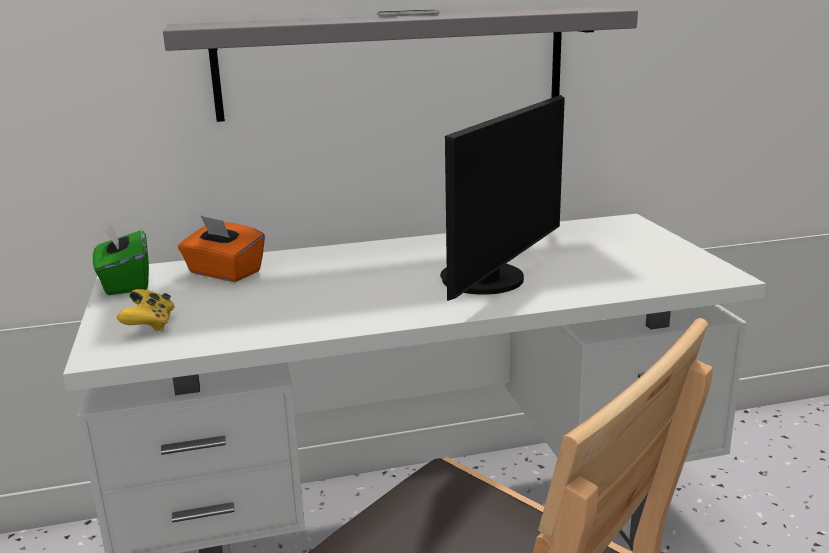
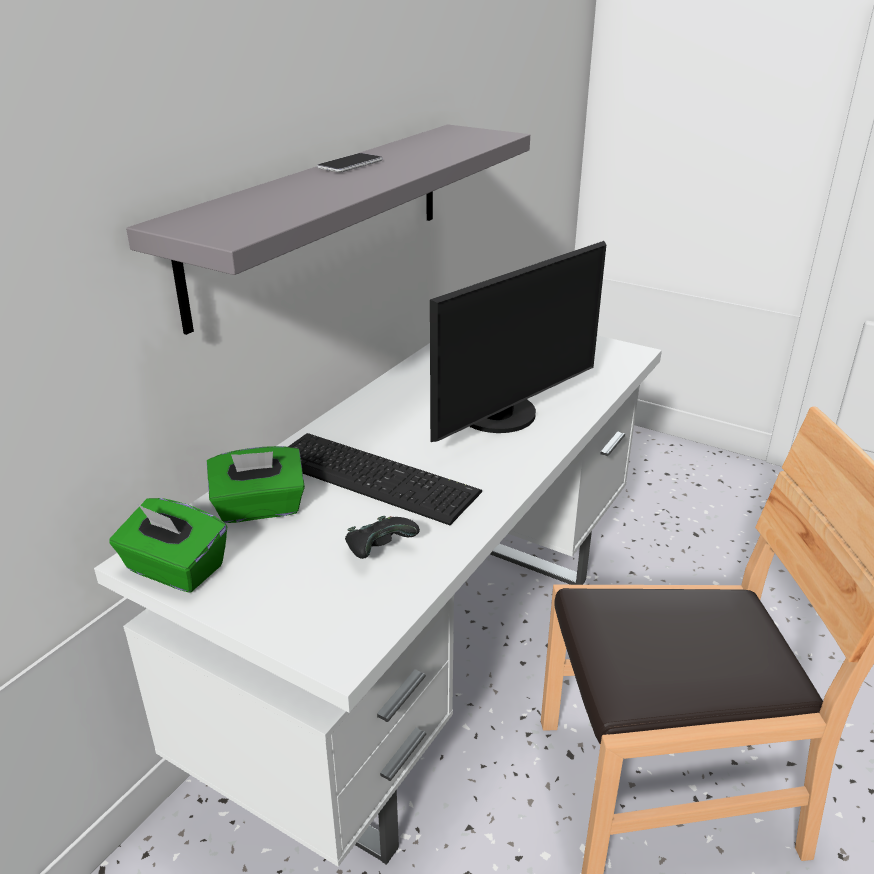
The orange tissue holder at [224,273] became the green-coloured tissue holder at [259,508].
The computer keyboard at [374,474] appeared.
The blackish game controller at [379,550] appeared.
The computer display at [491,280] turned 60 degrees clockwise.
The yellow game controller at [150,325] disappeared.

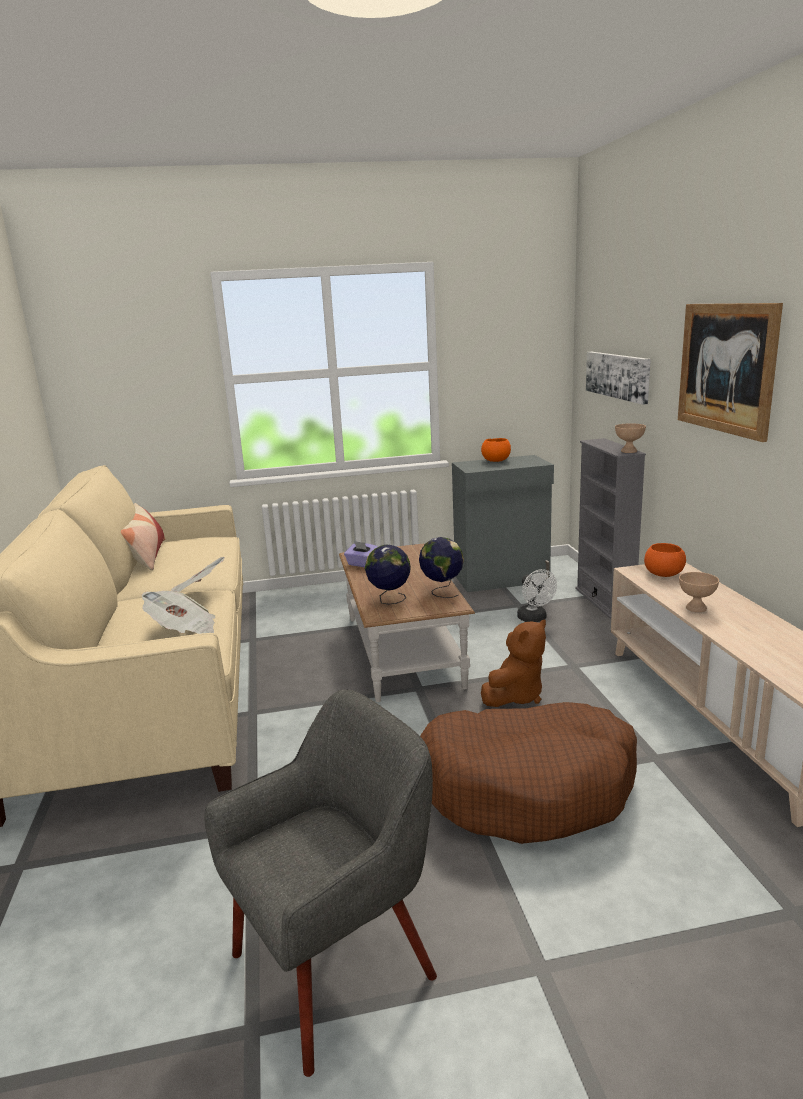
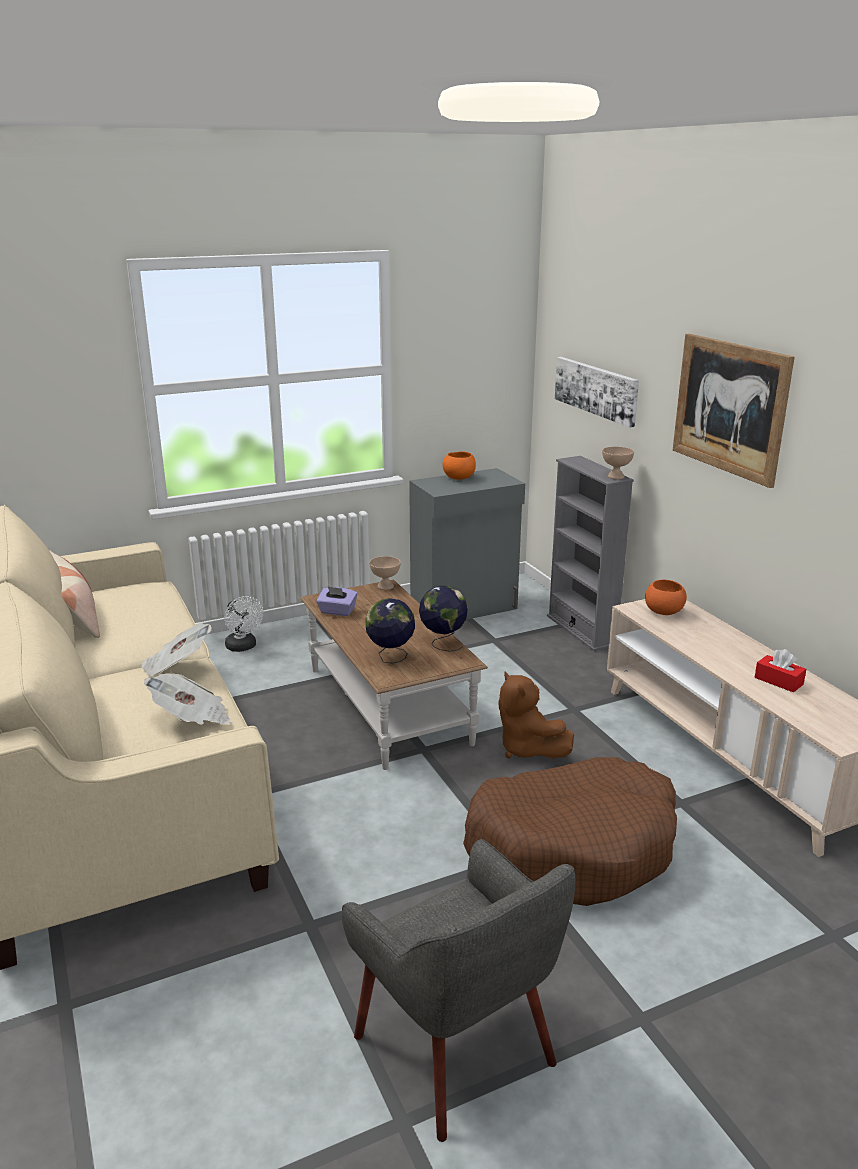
The whitish electric fan moved from [534,619] to [243,647].
The gray armchair at [336,966] turned 105 degrees clockwise.
The beige-coloured deep dish moved from [696,608] to [385,586].
The brown-coloured plush toy at [515,696] turned 120 degrees clockwise.
The red-coloured tissue holder at [778,681] appeared.

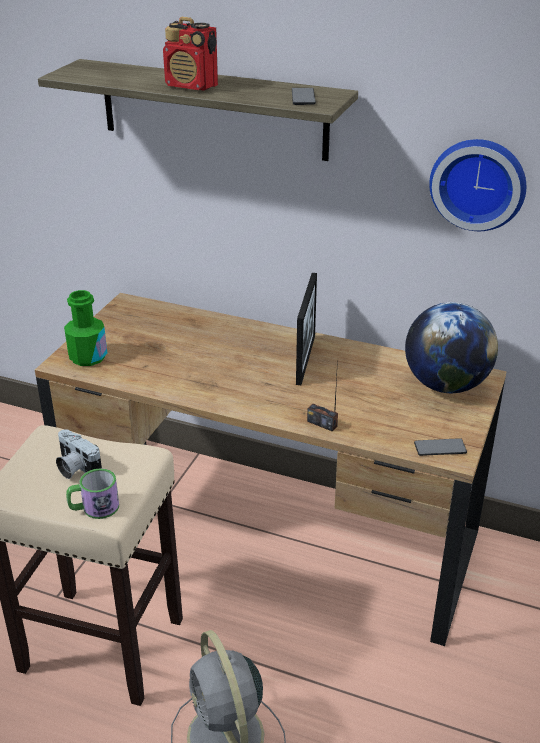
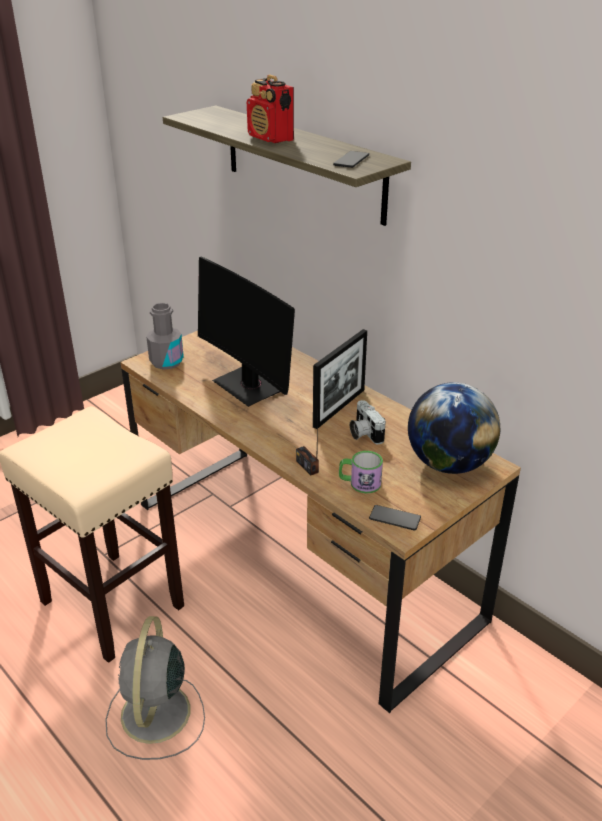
The green-coloured beverage bottle at [88,357] became the gray beverage bottle at [166,362].
The computer display at [249,386] appeared.
The mug moved from [94,508] to [359,483].
The photo camera moved from [75,468] to [364,433].
The wall clock at [478,183] disappeared.

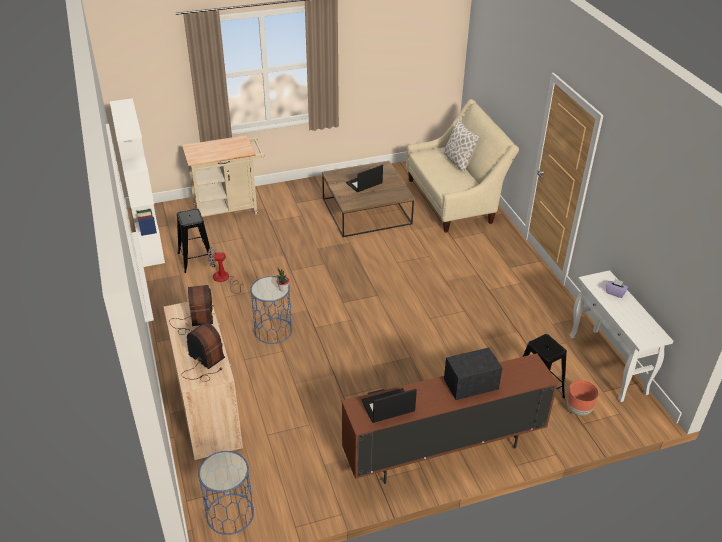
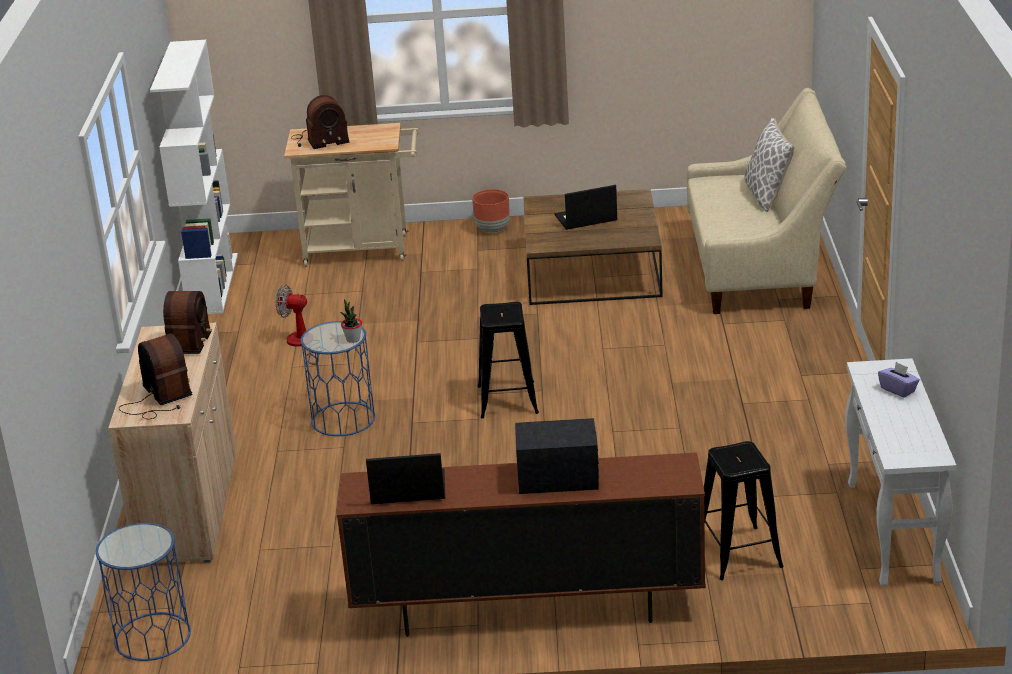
The radio set at [320,140] appeared.
The brown-coloured plant pot moved from [578,409] to [493,230].
The blackish sitting stool moved from [196,259] to [507,399].

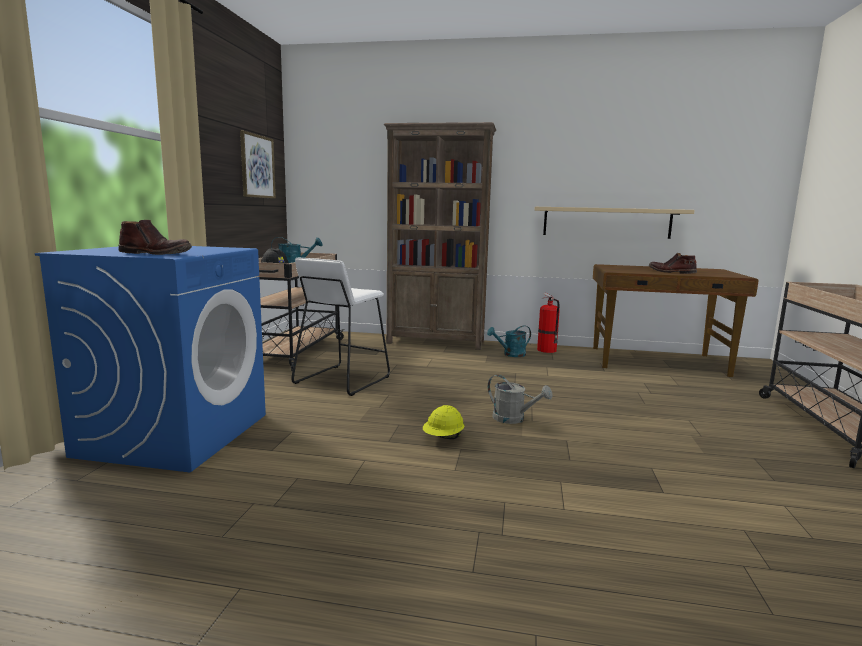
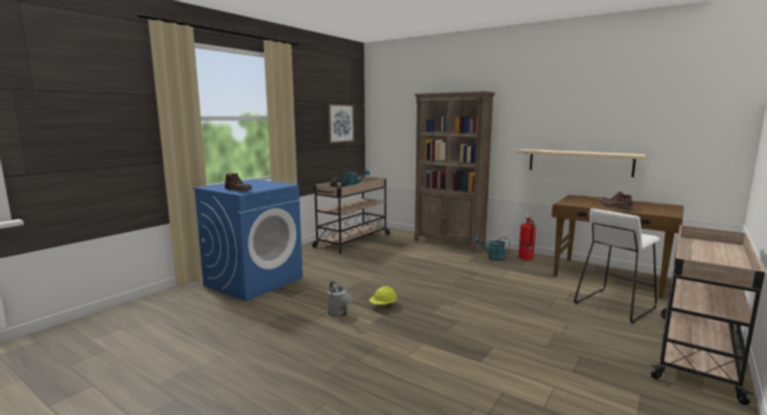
The gray watering can moved from [514,419] to [339,313].
The whitish sitting stool moved from [342,380] to [614,305].

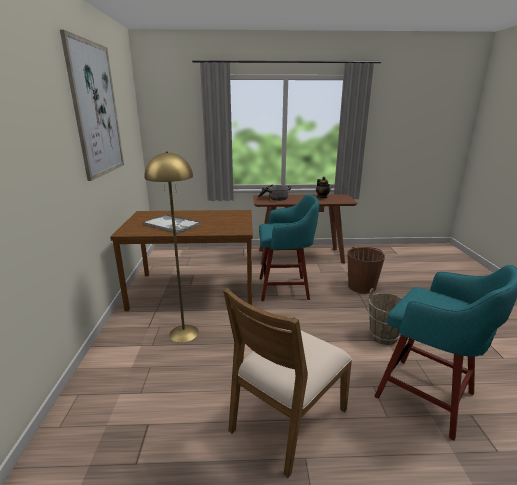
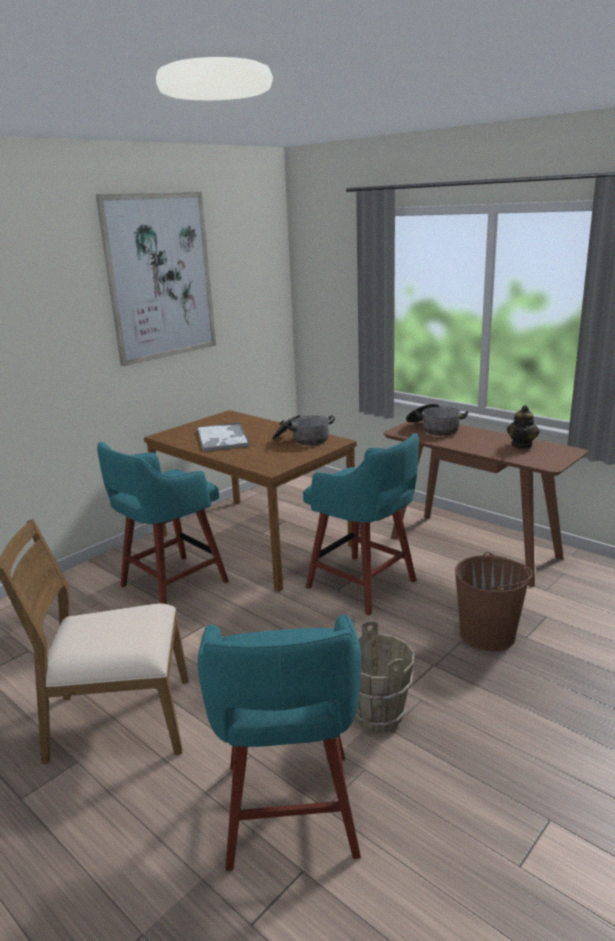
The yellow floor lamp at [183,333] was replaced by the turquoise sitting stool at [171,585].
The stockpot at [302,440] appeared.

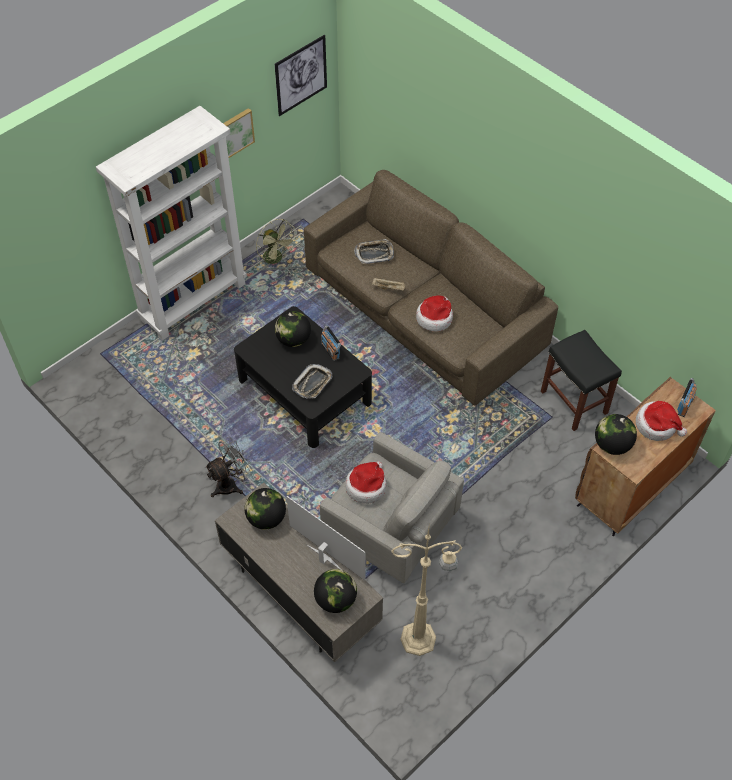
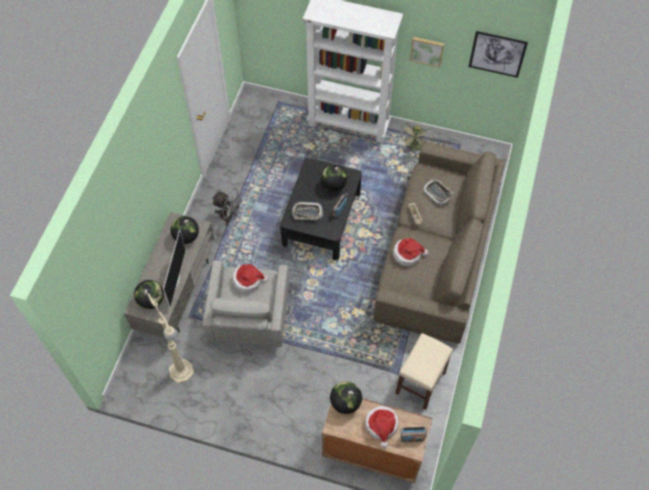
The blackish sitting stool at [575,402] became the beige-coloured sitting stool at [420,383].

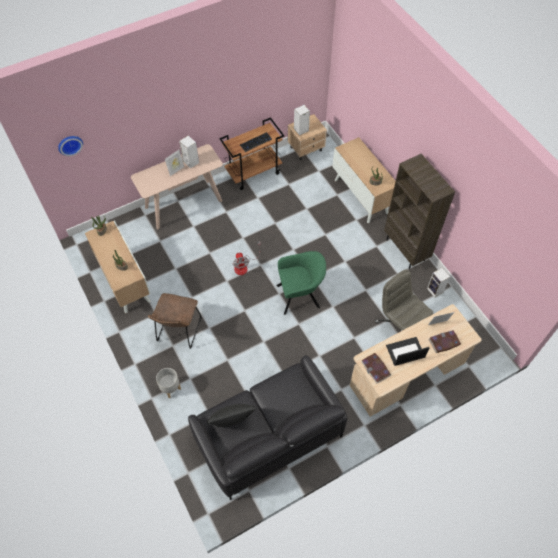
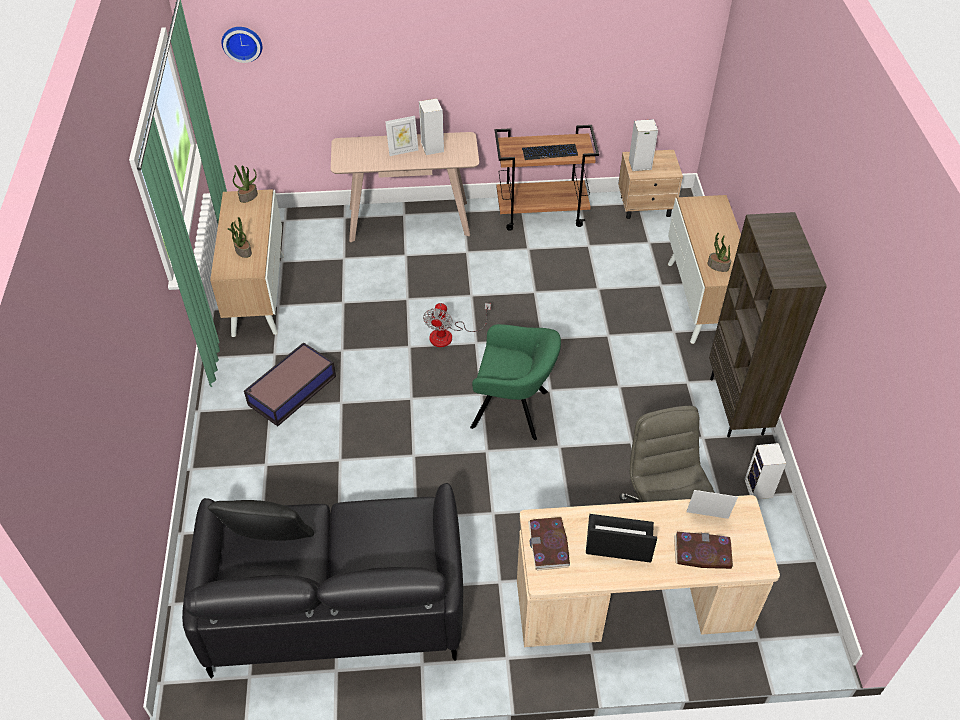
The brown-coloured chair at [178,332] was replaced by the storage box at [291,391].
The gray plant pot at [170,388] disappeared.

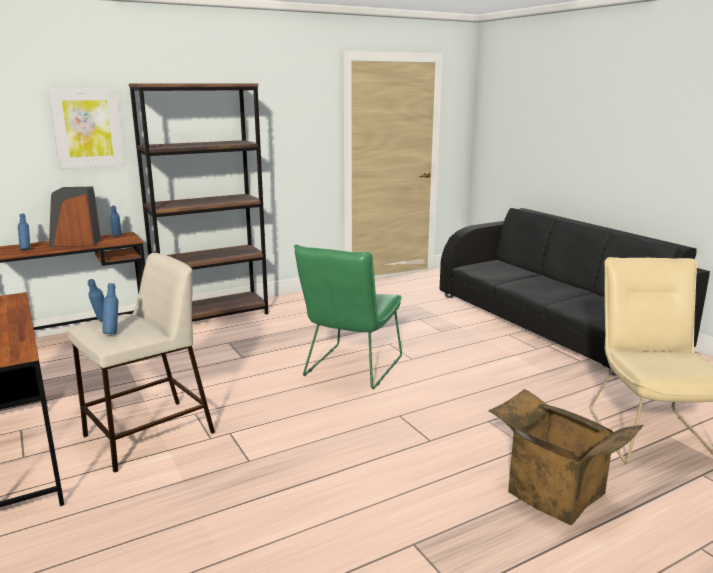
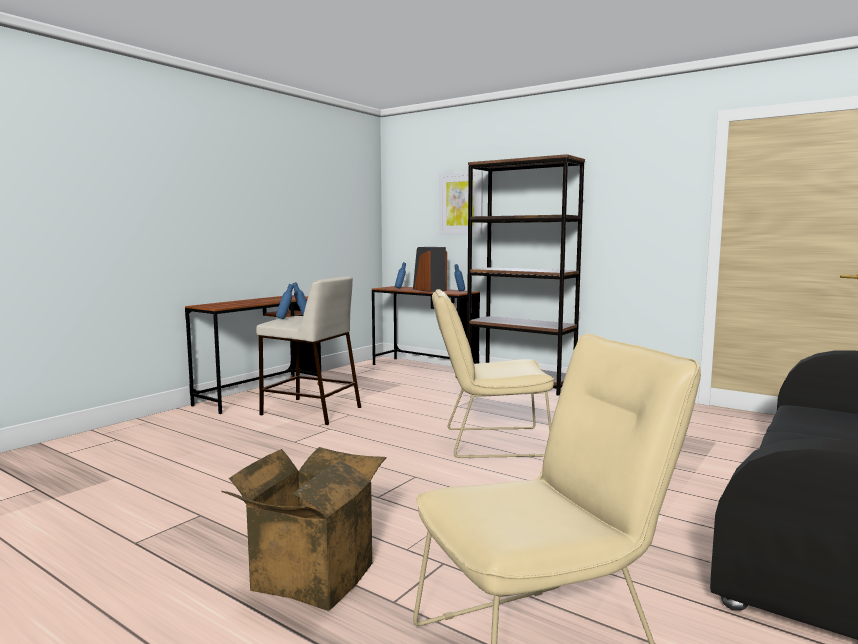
The green-coloured chair at [350,369] became the beige-coloured chair at [488,442].

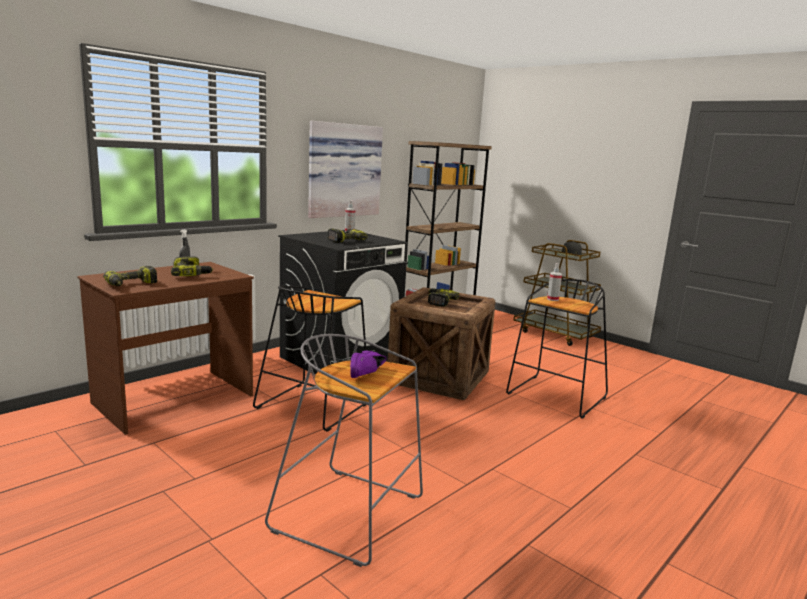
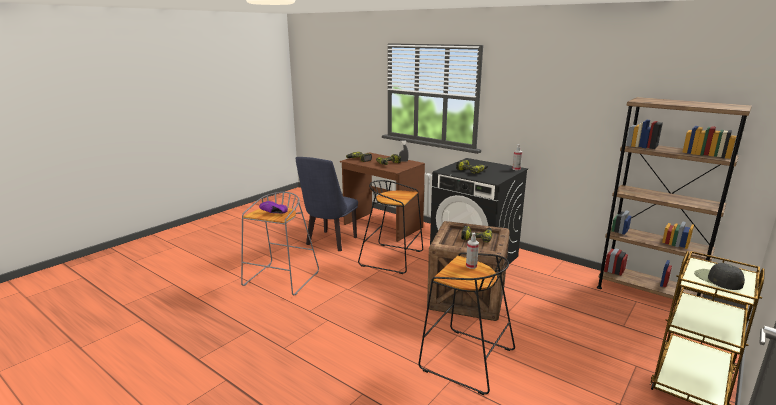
The bluish chair at [329,243] appeared.
The picture at [343,170] disappeared.

